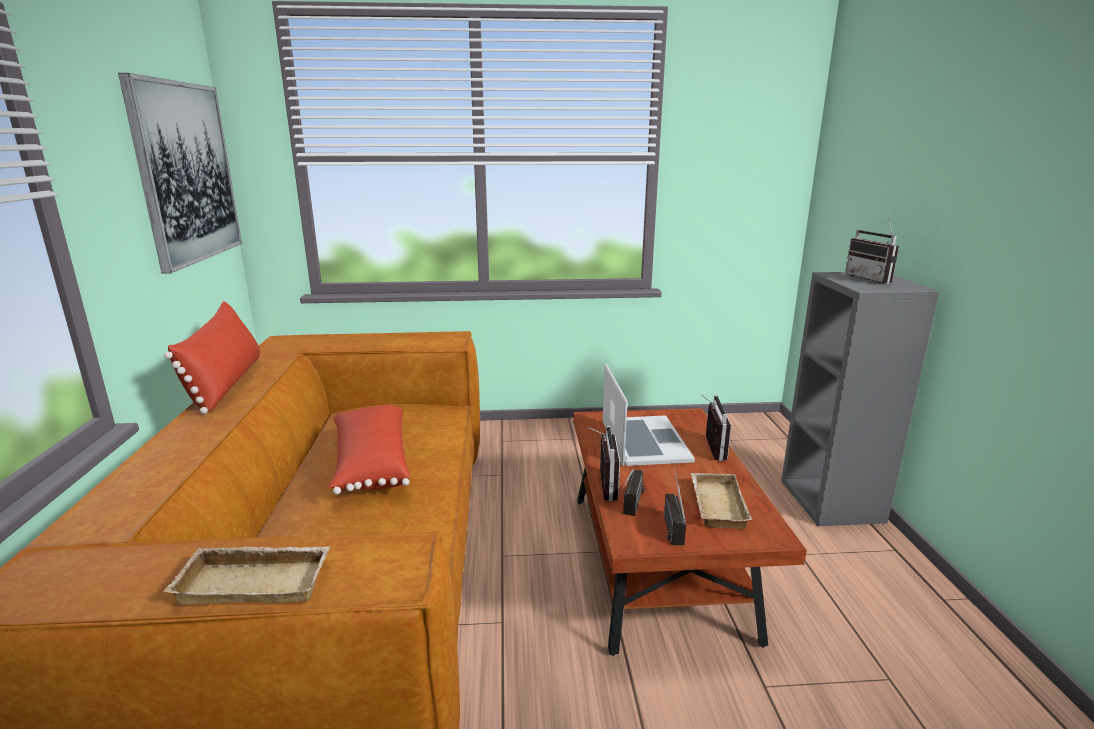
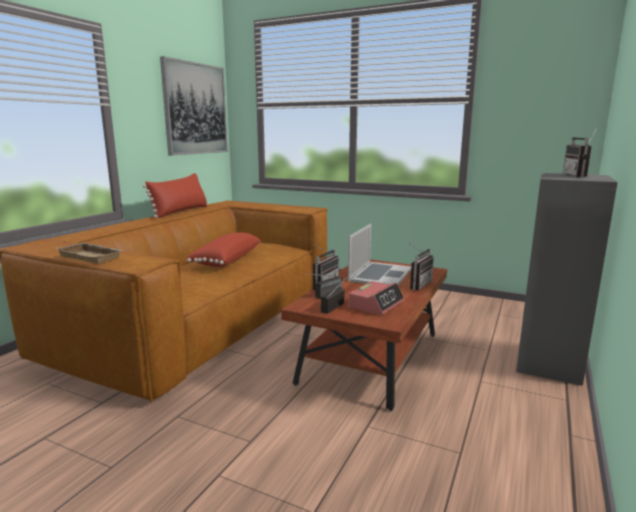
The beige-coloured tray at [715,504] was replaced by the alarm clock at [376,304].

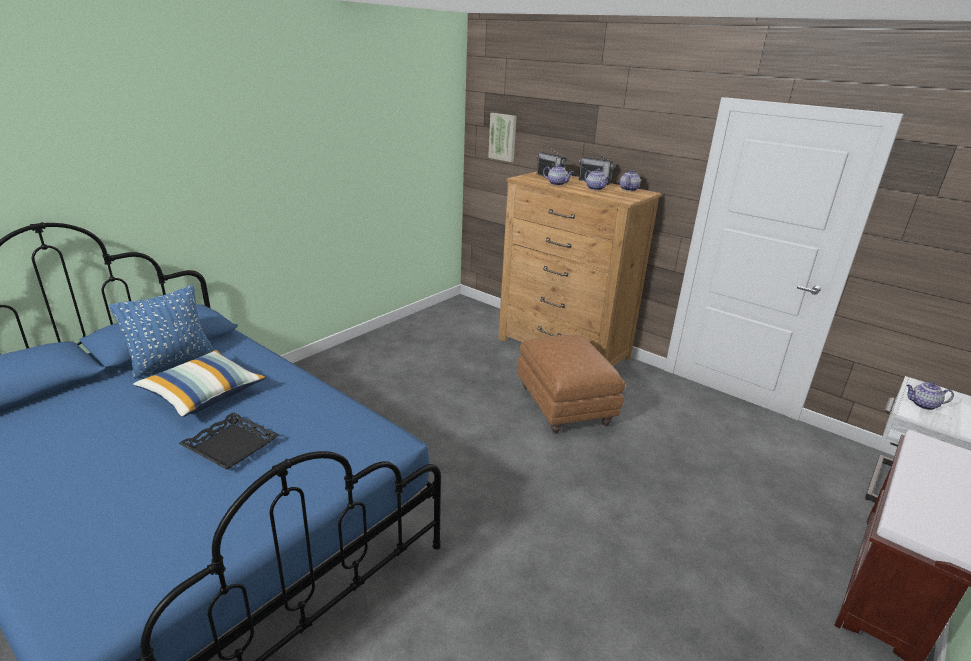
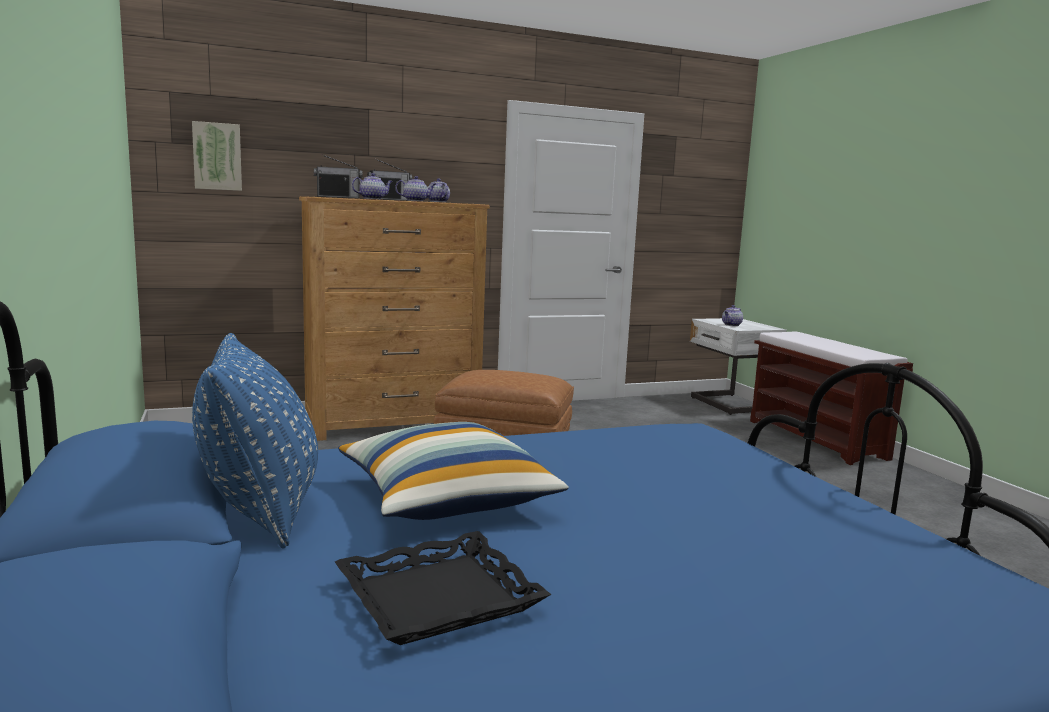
The blackish tray moved from [231,446] to [438,597].

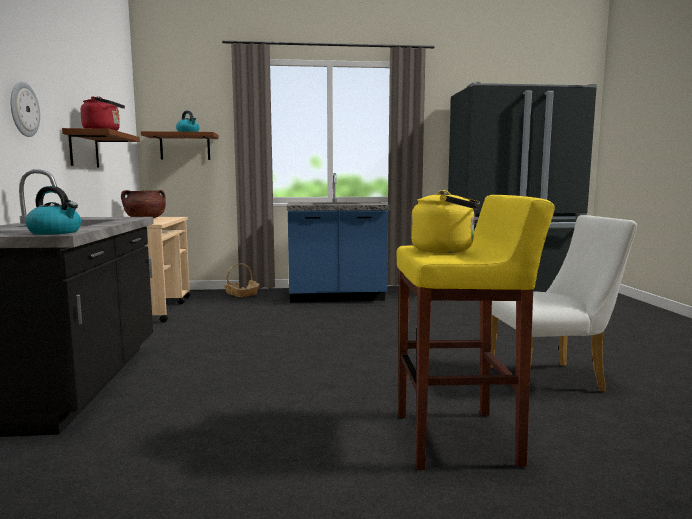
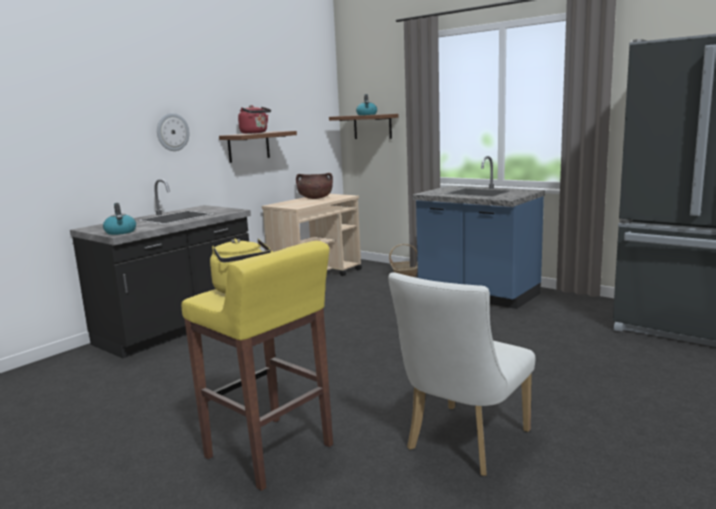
The whitish chair at [552,379] turned 90 degrees clockwise.

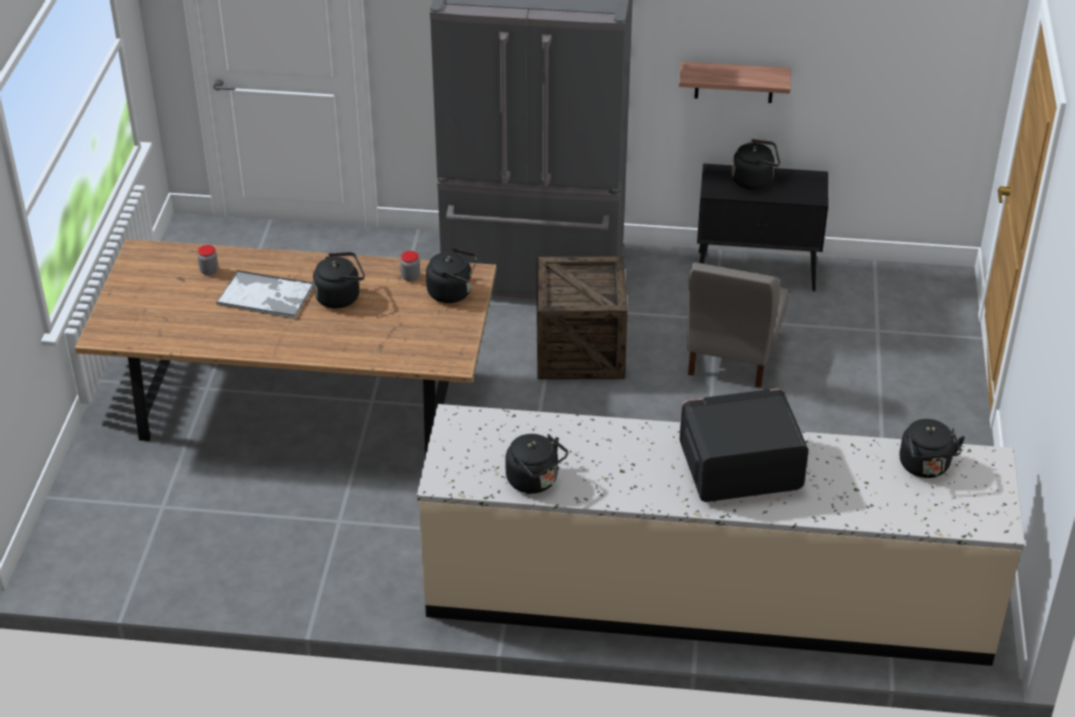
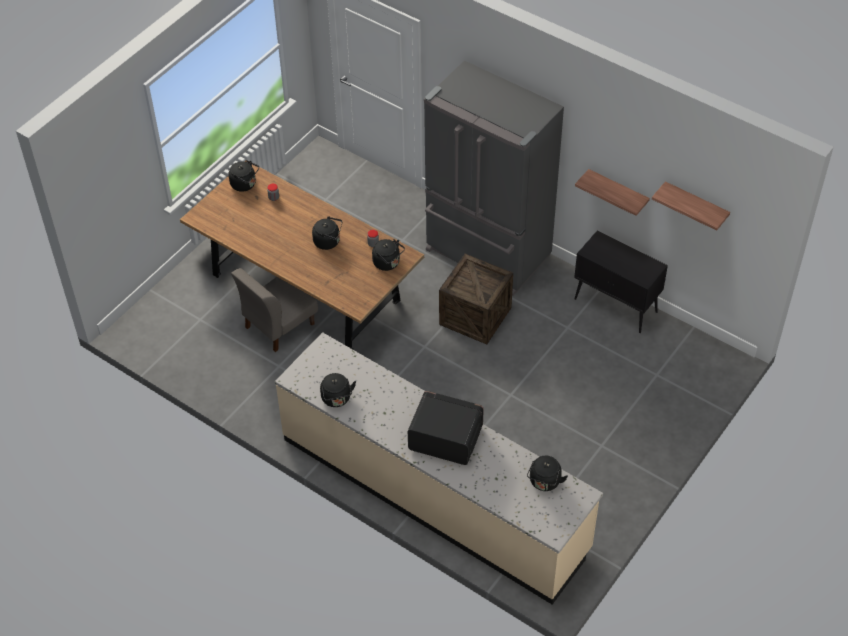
The blackish kettle moved from [755,180] to [245,184].
The gray chair moved from [732,355] to [279,325].
The wall shelf at [695,206] appeared.
The tray at [266,296] disappeared.

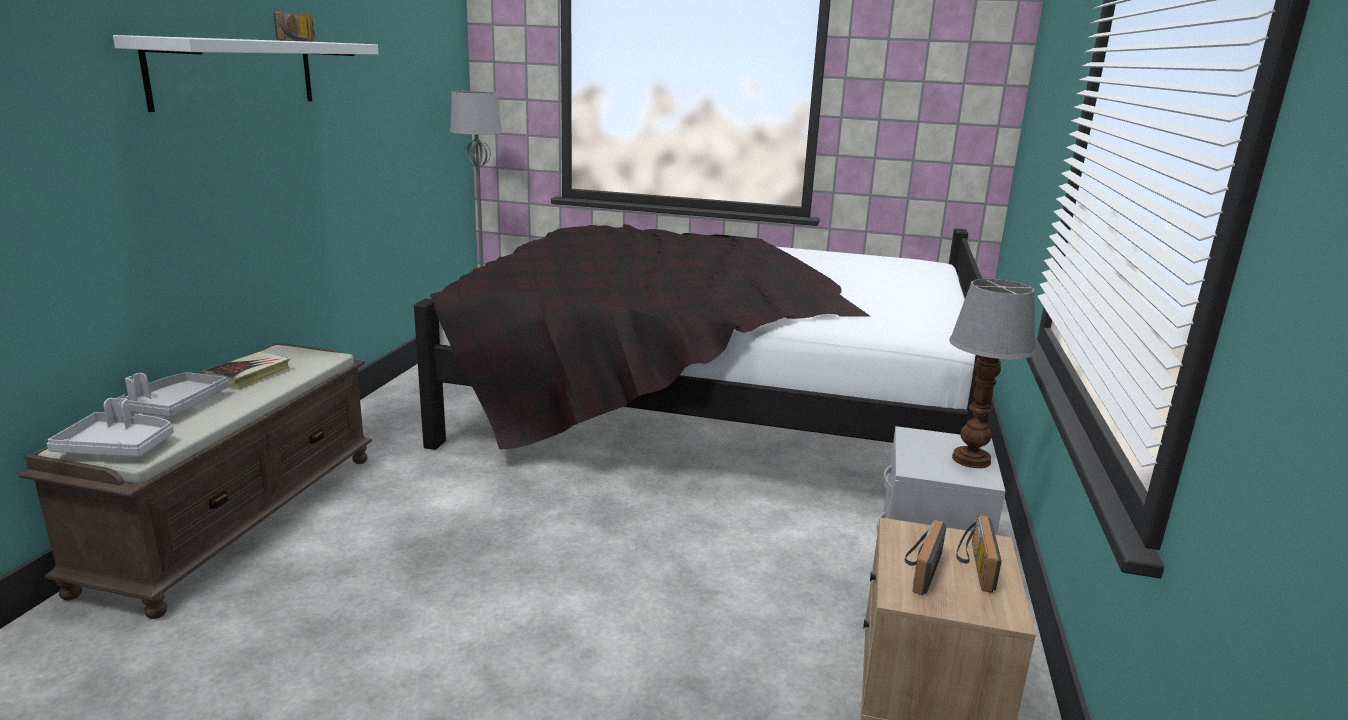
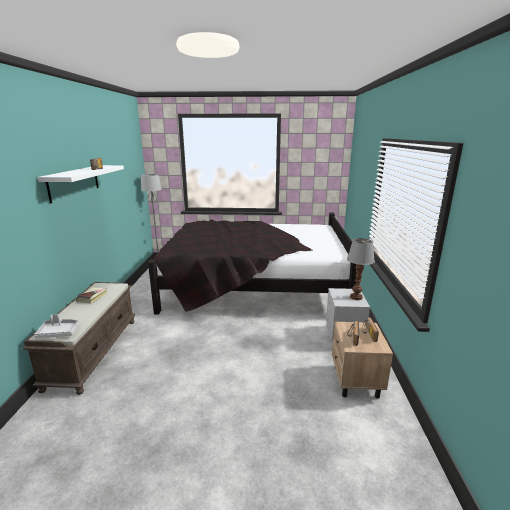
The gray tray at [175,405] disappeared.

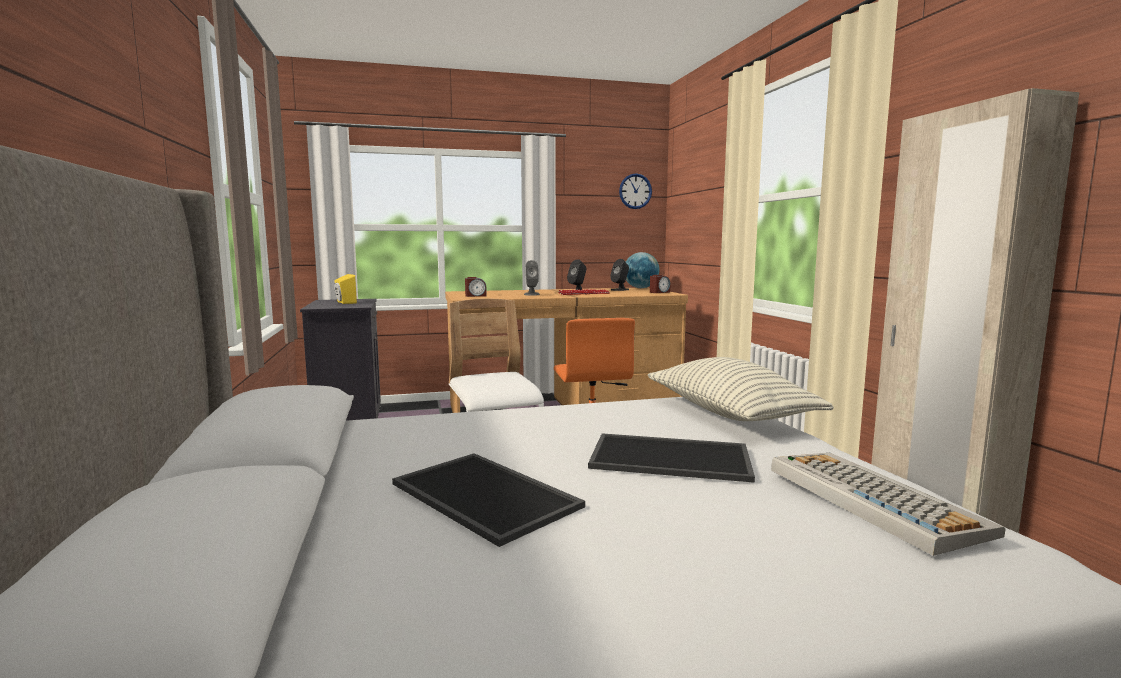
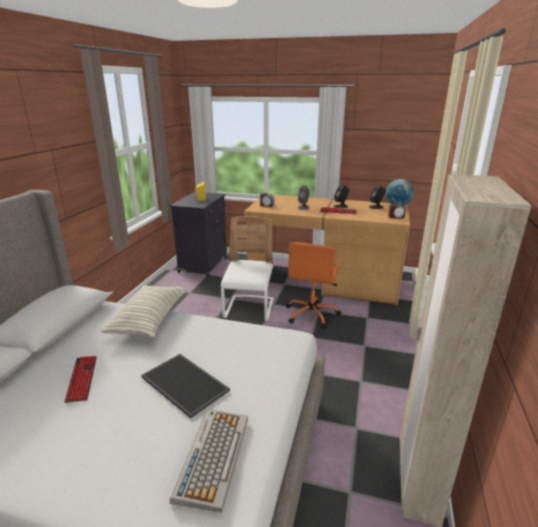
The tray at [480,495] was replaced by the computer keyboard at [82,379].
The cushion moved from [729,414] to [149,320].
The wall clock at [635,191] disappeared.

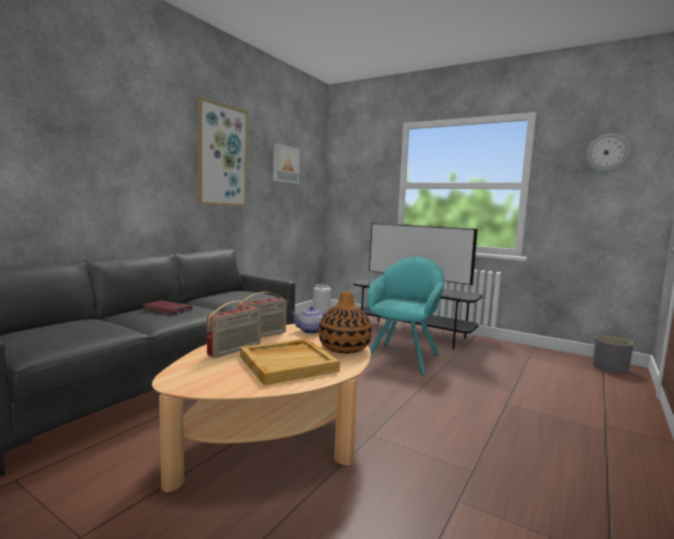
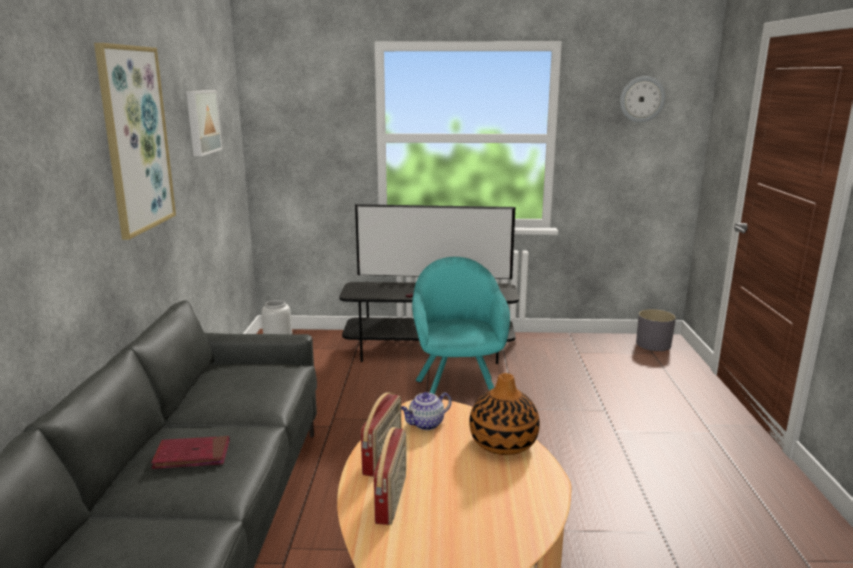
The beige-coloured tray at [288,363] disappeared.

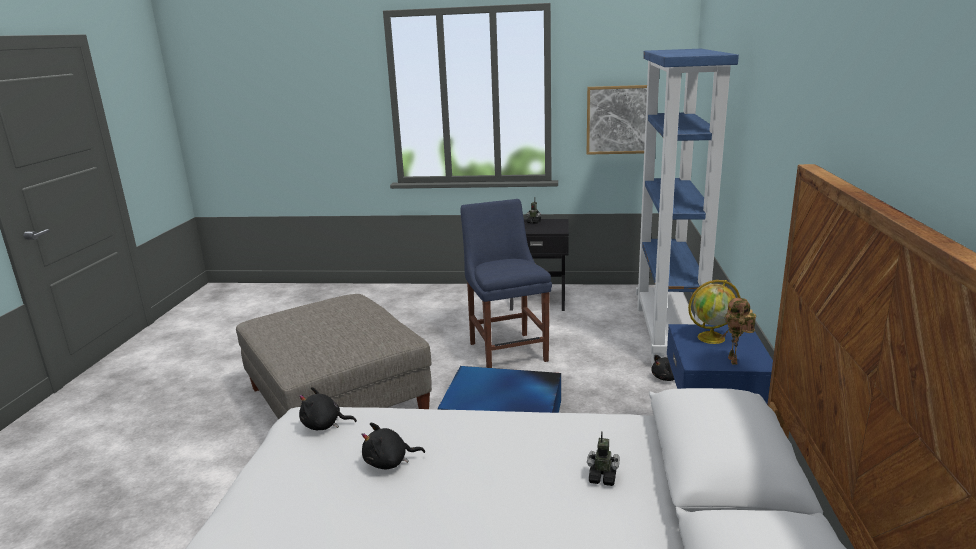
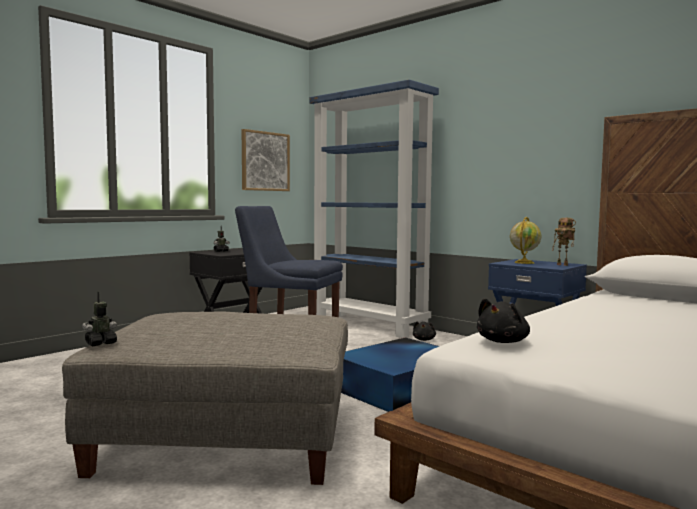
The robot figure moved from [602,478] to [101,343].
The blackish plush toy at [389,462] disappeared.

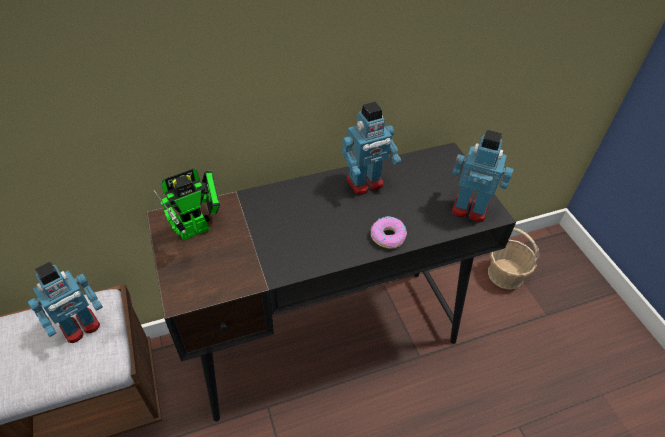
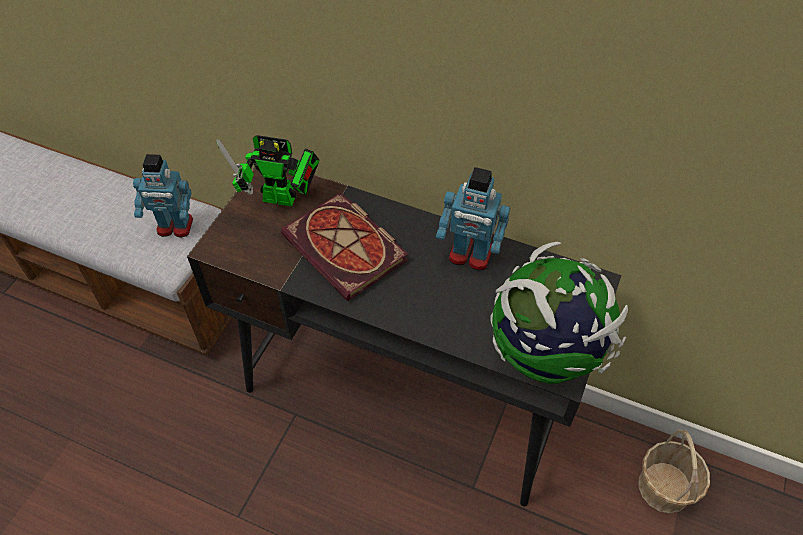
The bound book at [348,249] appeared.
The robot figure at [469,208] was replaced by the desk globe at [546,353].
The donut at [388,236] disappeared.

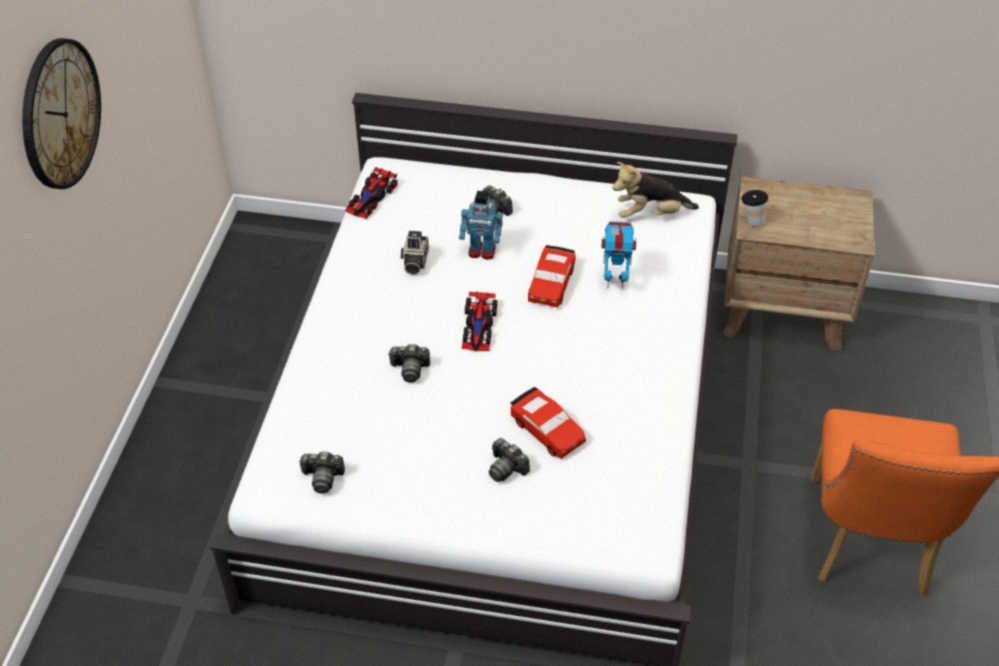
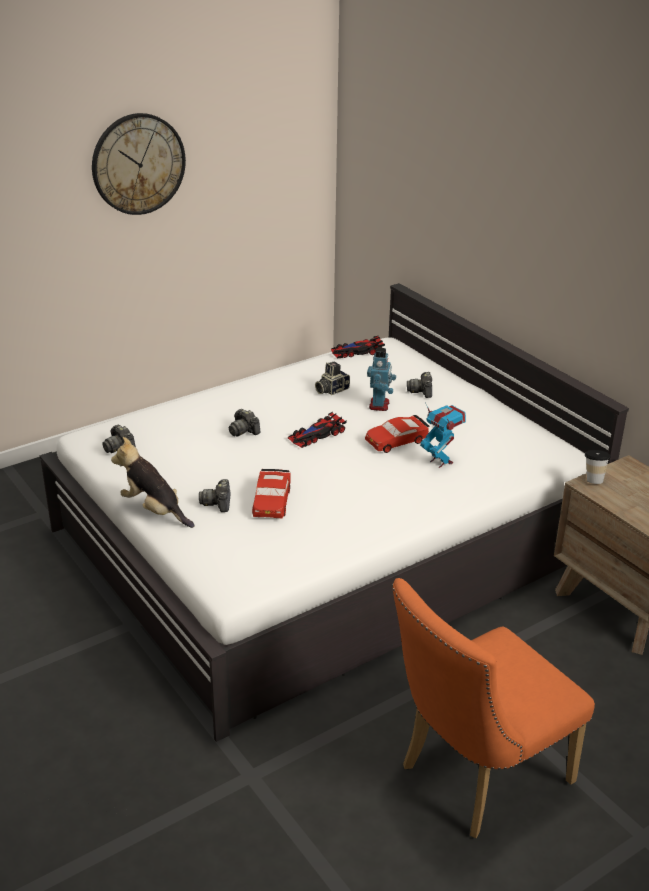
The plush toy moved from [650,214] to [154,510].
The robot figure at [481,251] turned 135 degrees counterclockwise.

